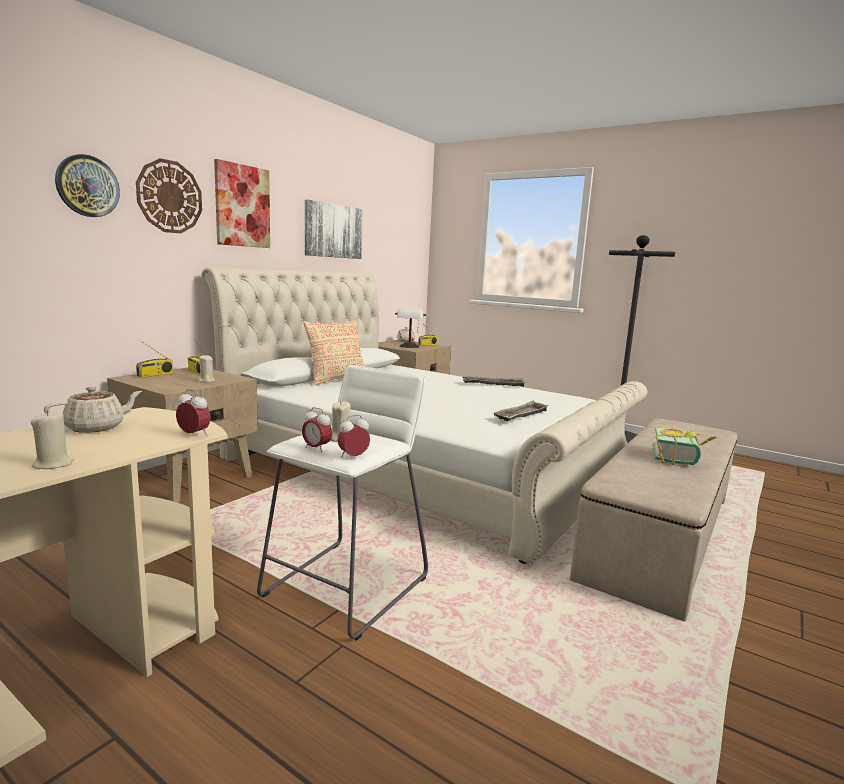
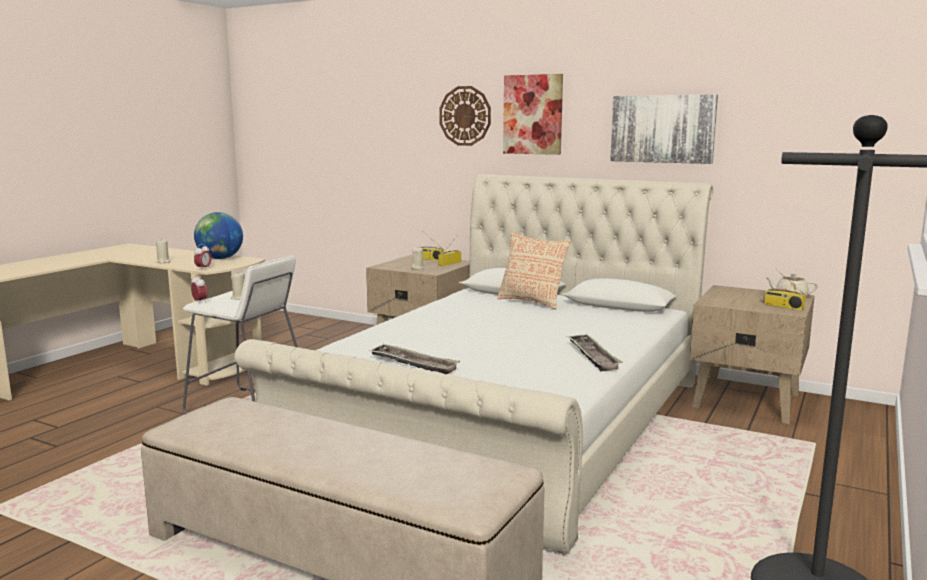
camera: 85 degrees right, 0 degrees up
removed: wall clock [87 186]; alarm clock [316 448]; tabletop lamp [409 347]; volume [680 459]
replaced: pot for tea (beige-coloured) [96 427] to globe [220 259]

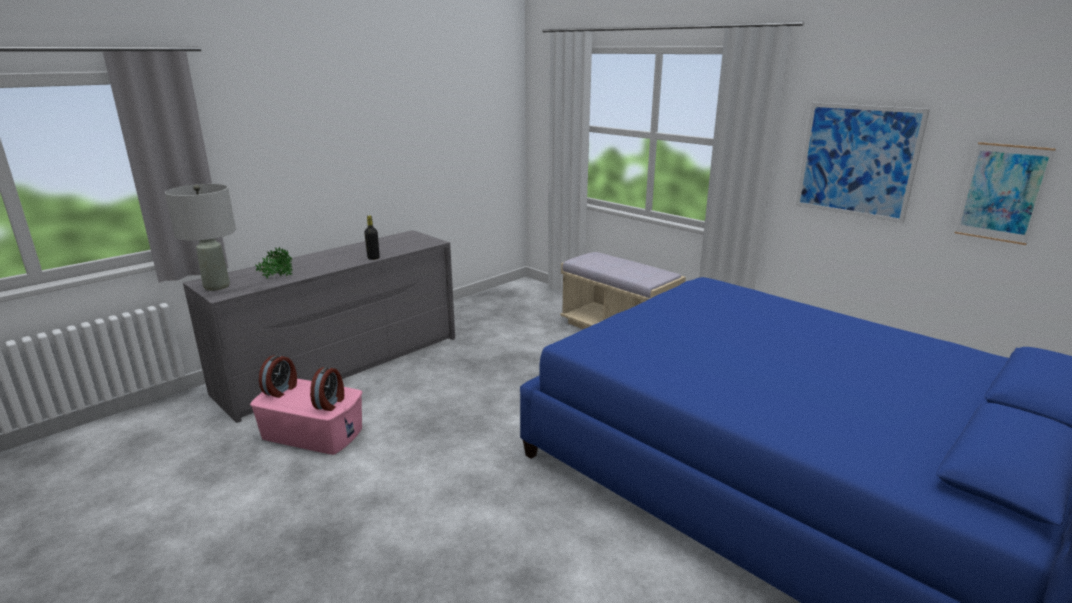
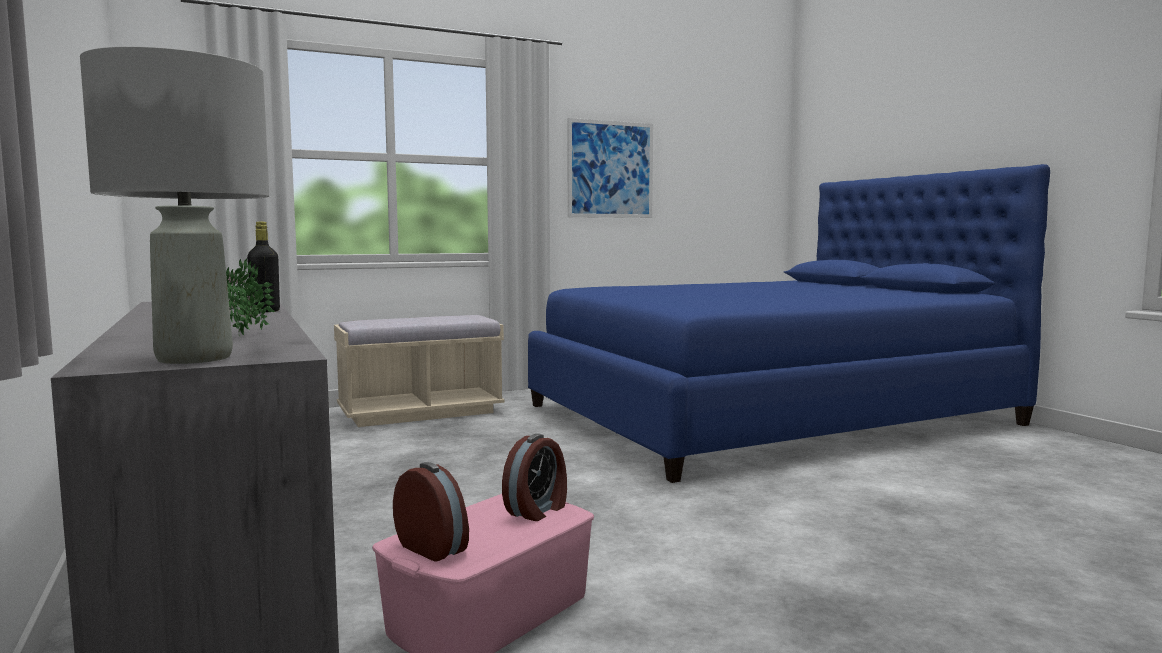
camera: 70 degrees left, 15 degrees down
removed: wall art [1002 193]
turned: alarm clock [330 403] = [538 510] 90 degrees clockwise

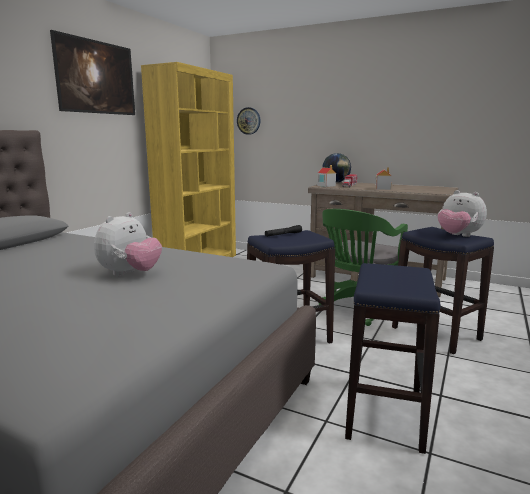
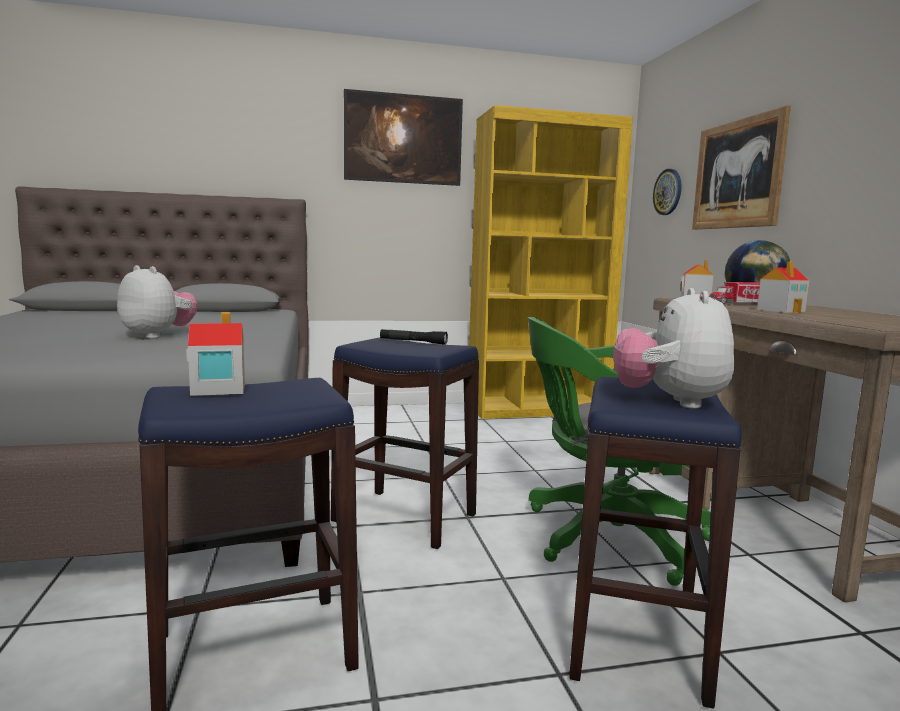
camera: 50 degrees right, 5 degrees down
added: miniature house [217 389]; wall art [737 174]
turned: cuddly toy [130 274] = [158 336] 135 degrees counterclockwise

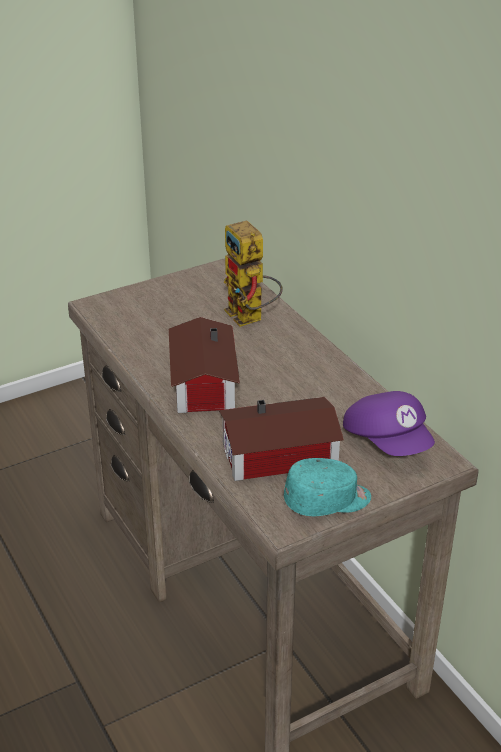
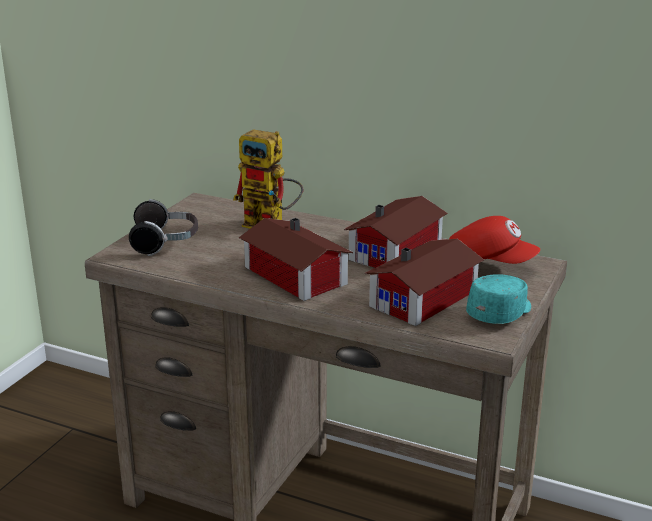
camera: 35 degrees left, 10 degrees down
added: headset [165 242]; miniature house [399 250]
recoloured: cap (purplish) [388 441] to cap (red-coloured) [488 264]

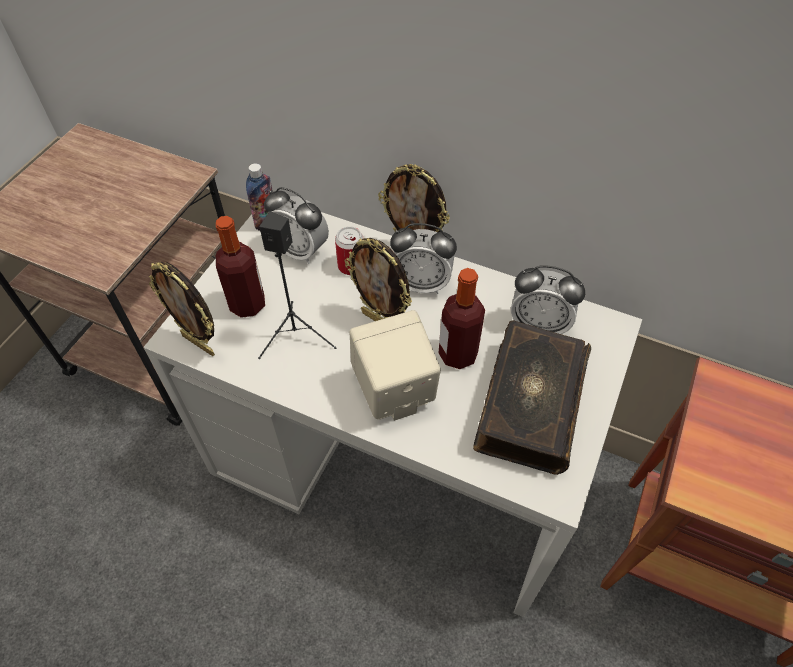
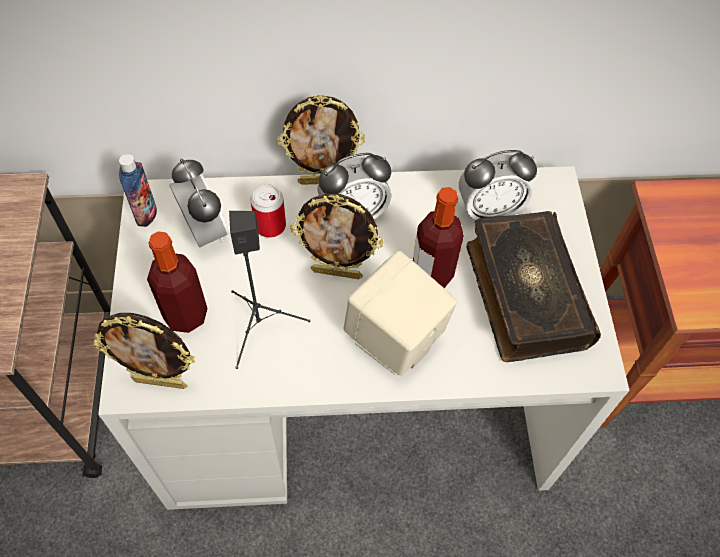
camera: 30 degrees left, 5 degrees up
turned: alarm clock [300 251] = [205 231] 120 degrees counterclockwise

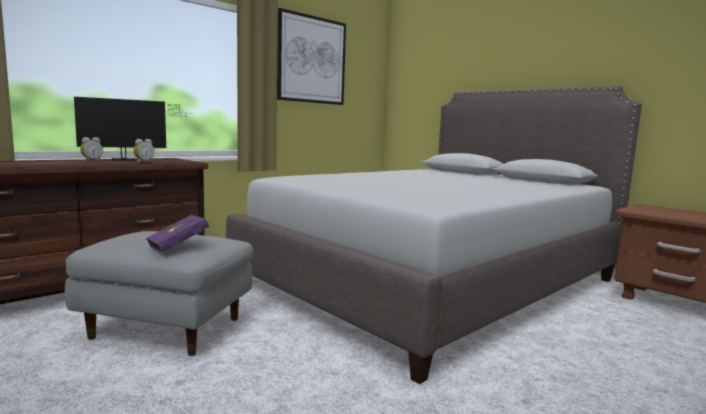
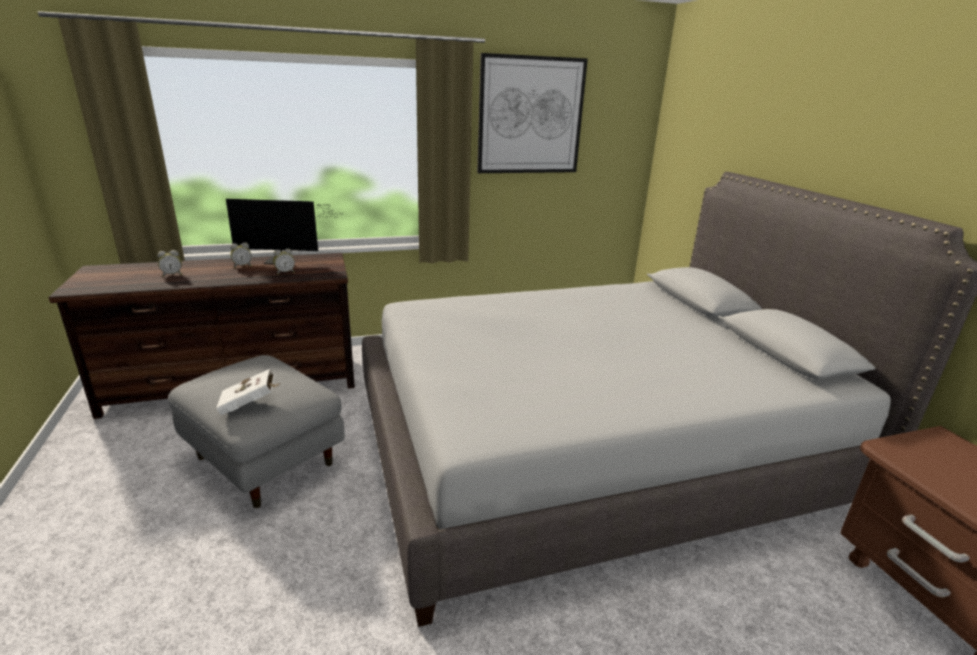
camera: 25 degrees right, 15 degrees up
added: alarm clock [172 275]
recoloured: volume (purplish) [181 247] to volume (white-coloured) [251 404]

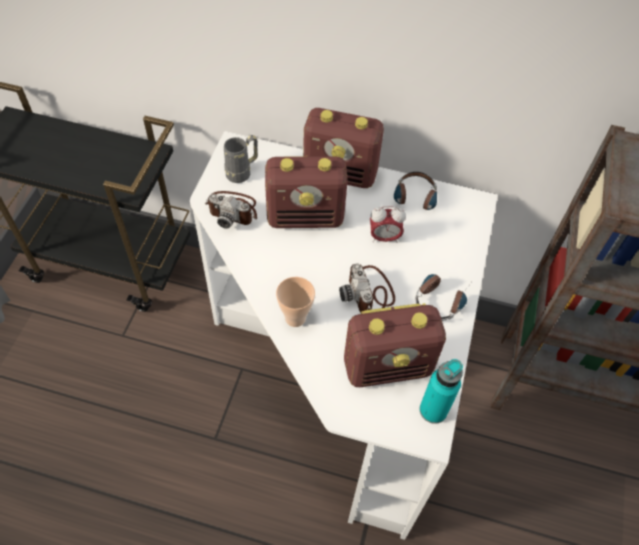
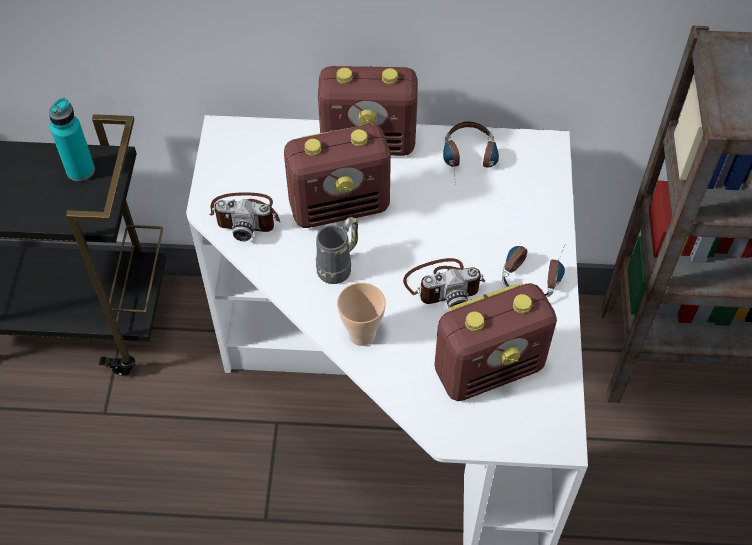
camera: 10 degrees left, 0 degrees up
removed: alarm clock [384 237]
moved: beverage bottle (blue-green) [433 410] to [80 170]; tea mug (gray) [243 172] to [339 266]
turned: still camera [369 293] = [443 285] 75 degrees counterclockwise

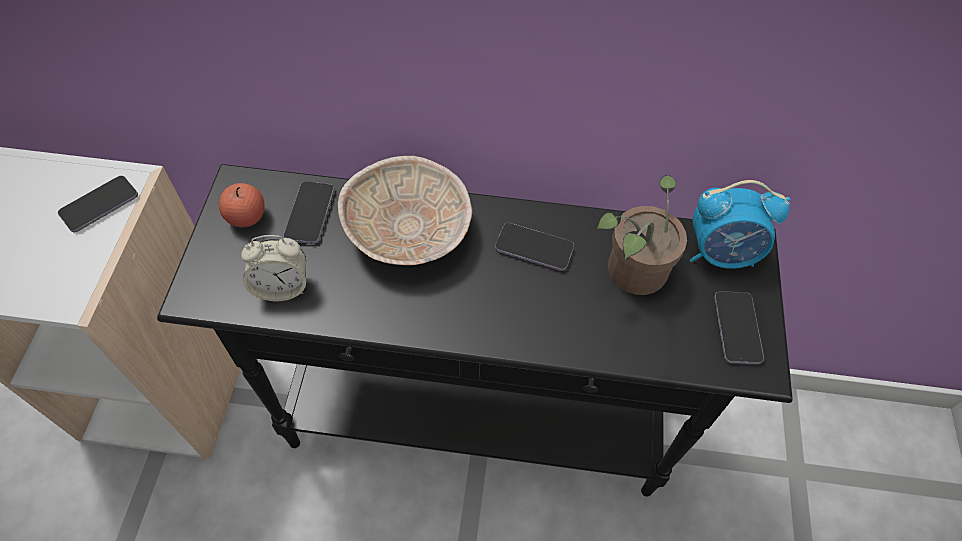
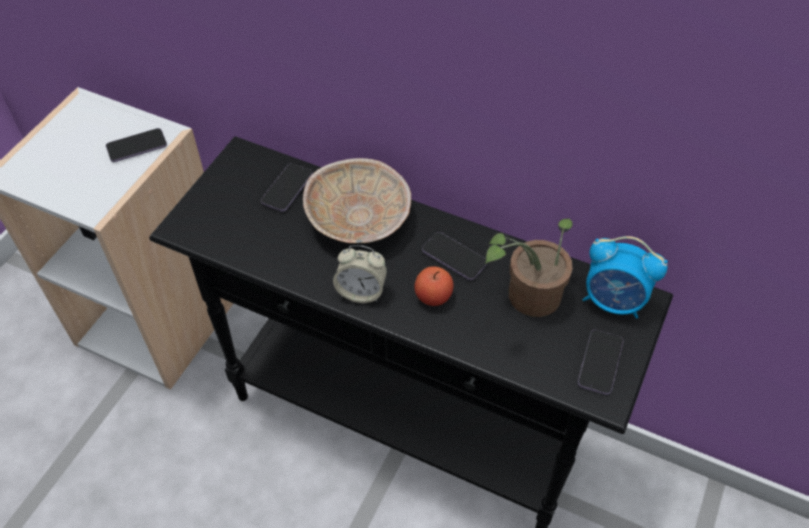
camera: 20 degrees right, 5 degrees down
moved: alarm clock [282 286] to [361 291]; whole apple [246 217] to [433 296]

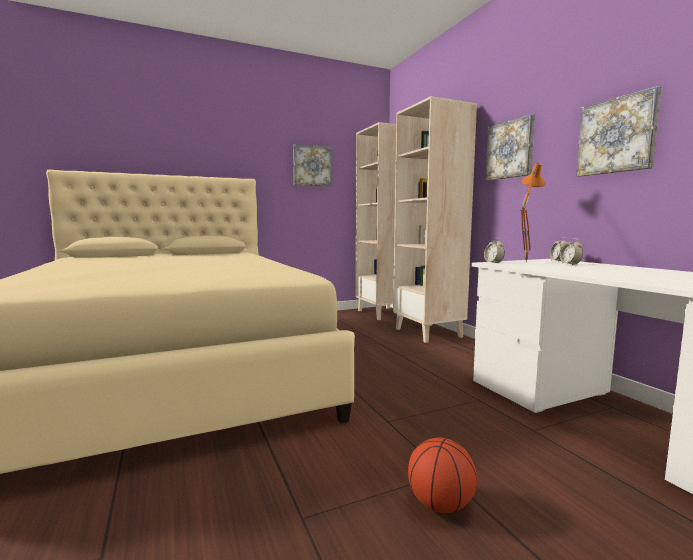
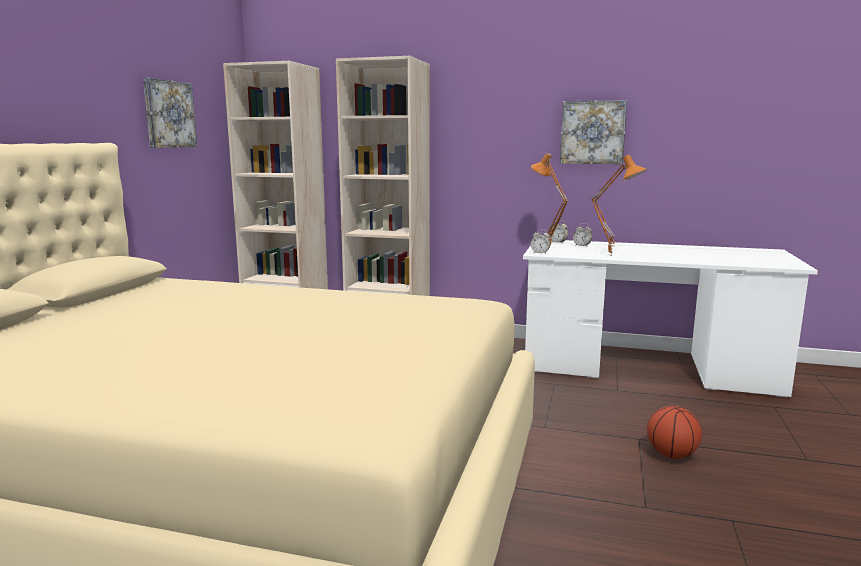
camera: 50 degrees left, 5 degrees up
removed: wall art [510 150]
added: tabletop lamp (orange) [612 255]

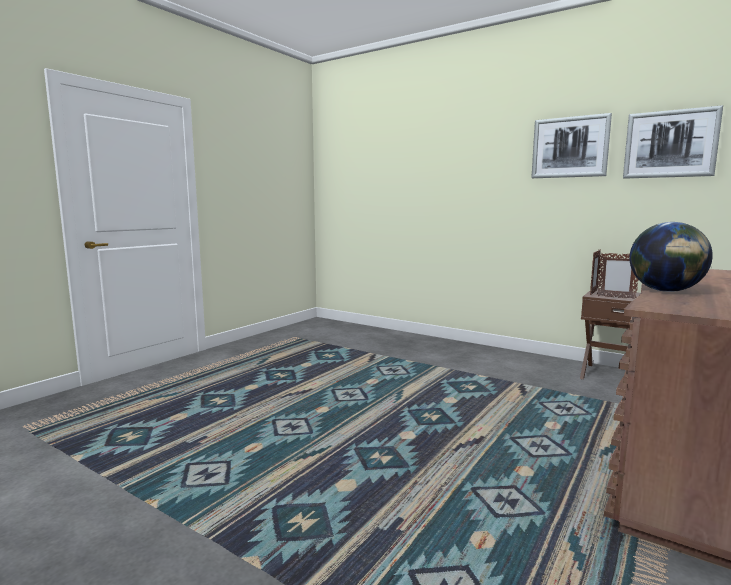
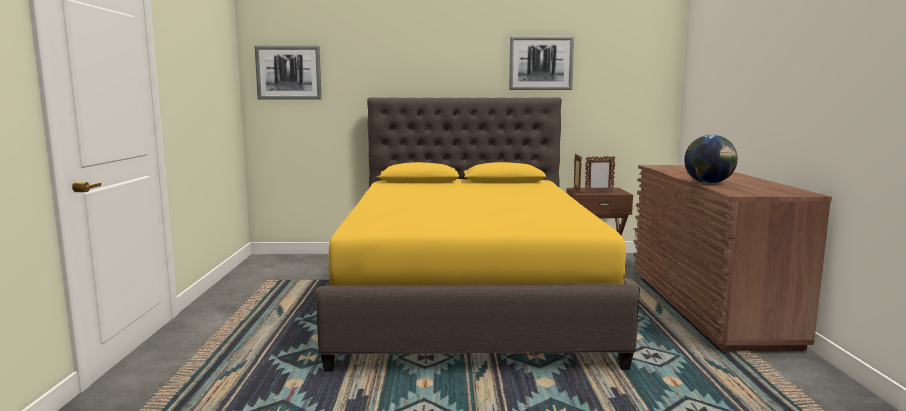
camera: 35 degrees left, 0 degrees up
added: sleeping bed (yellow-coloured) [469 297]
moved: wall art [670 144] to [288 72]

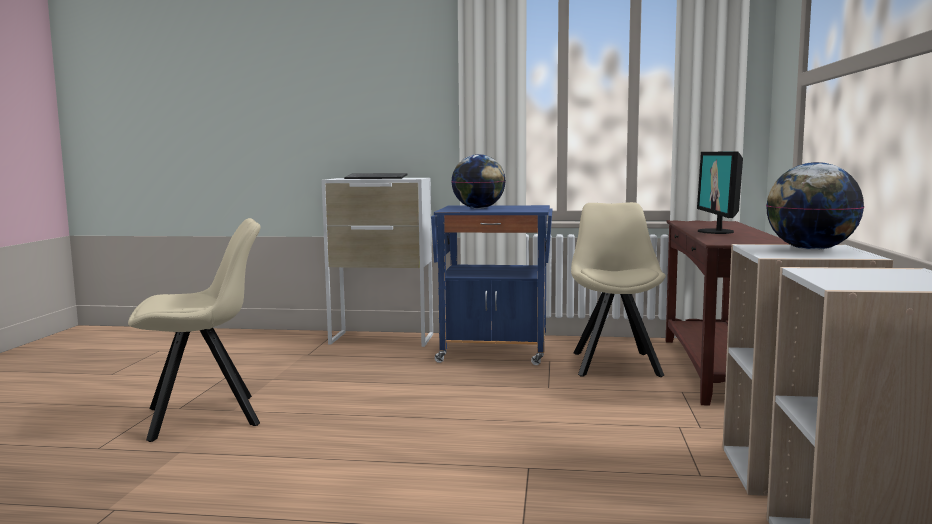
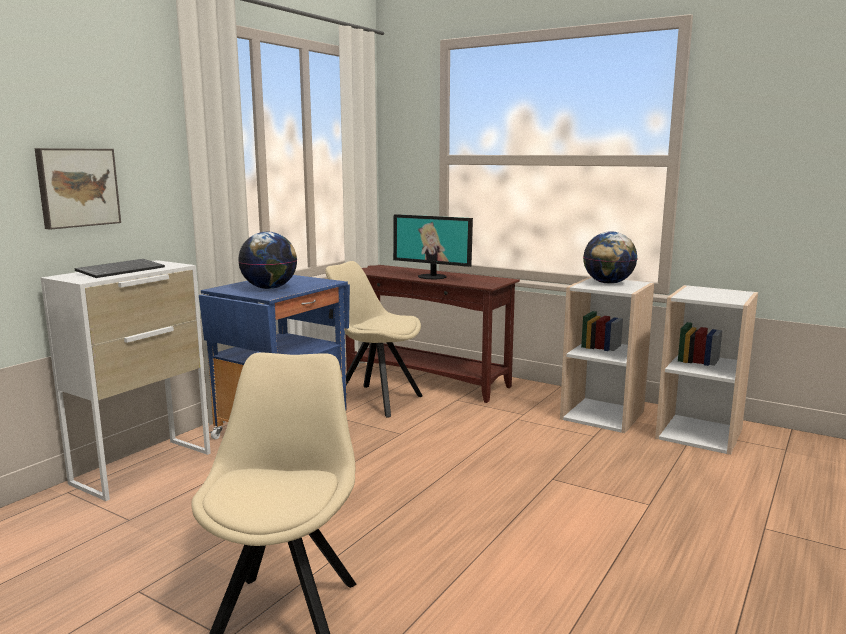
camera: 65 degrees left, 5 degrees up
added: wall art [77 187]

